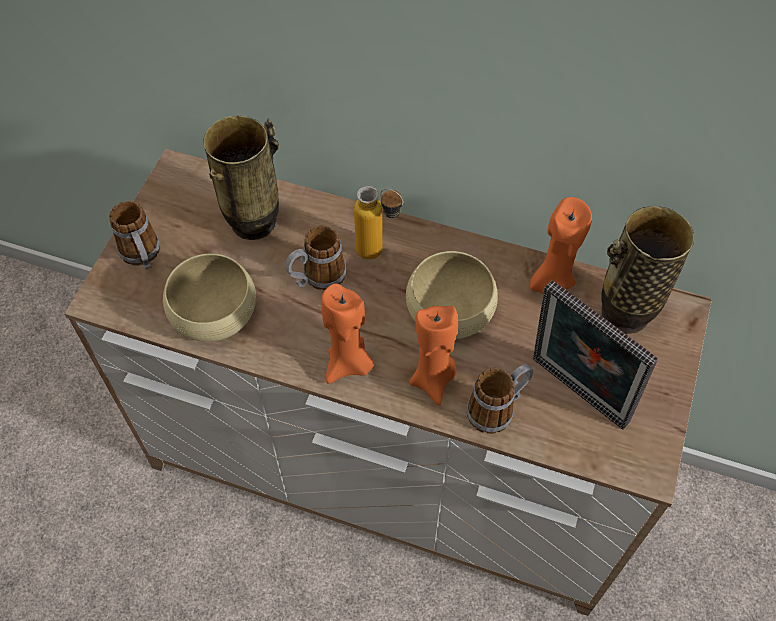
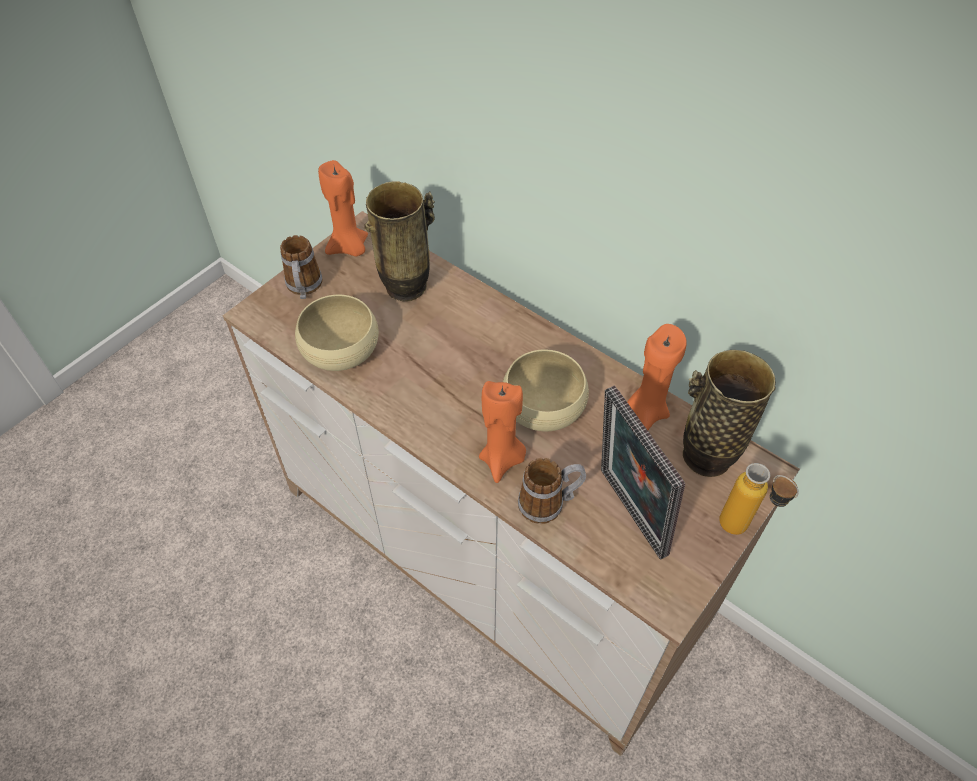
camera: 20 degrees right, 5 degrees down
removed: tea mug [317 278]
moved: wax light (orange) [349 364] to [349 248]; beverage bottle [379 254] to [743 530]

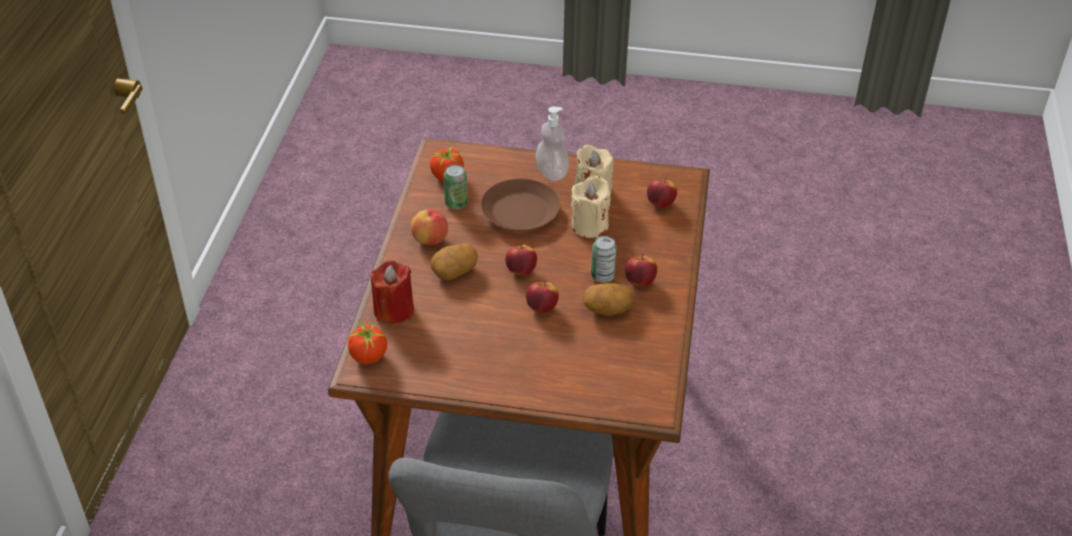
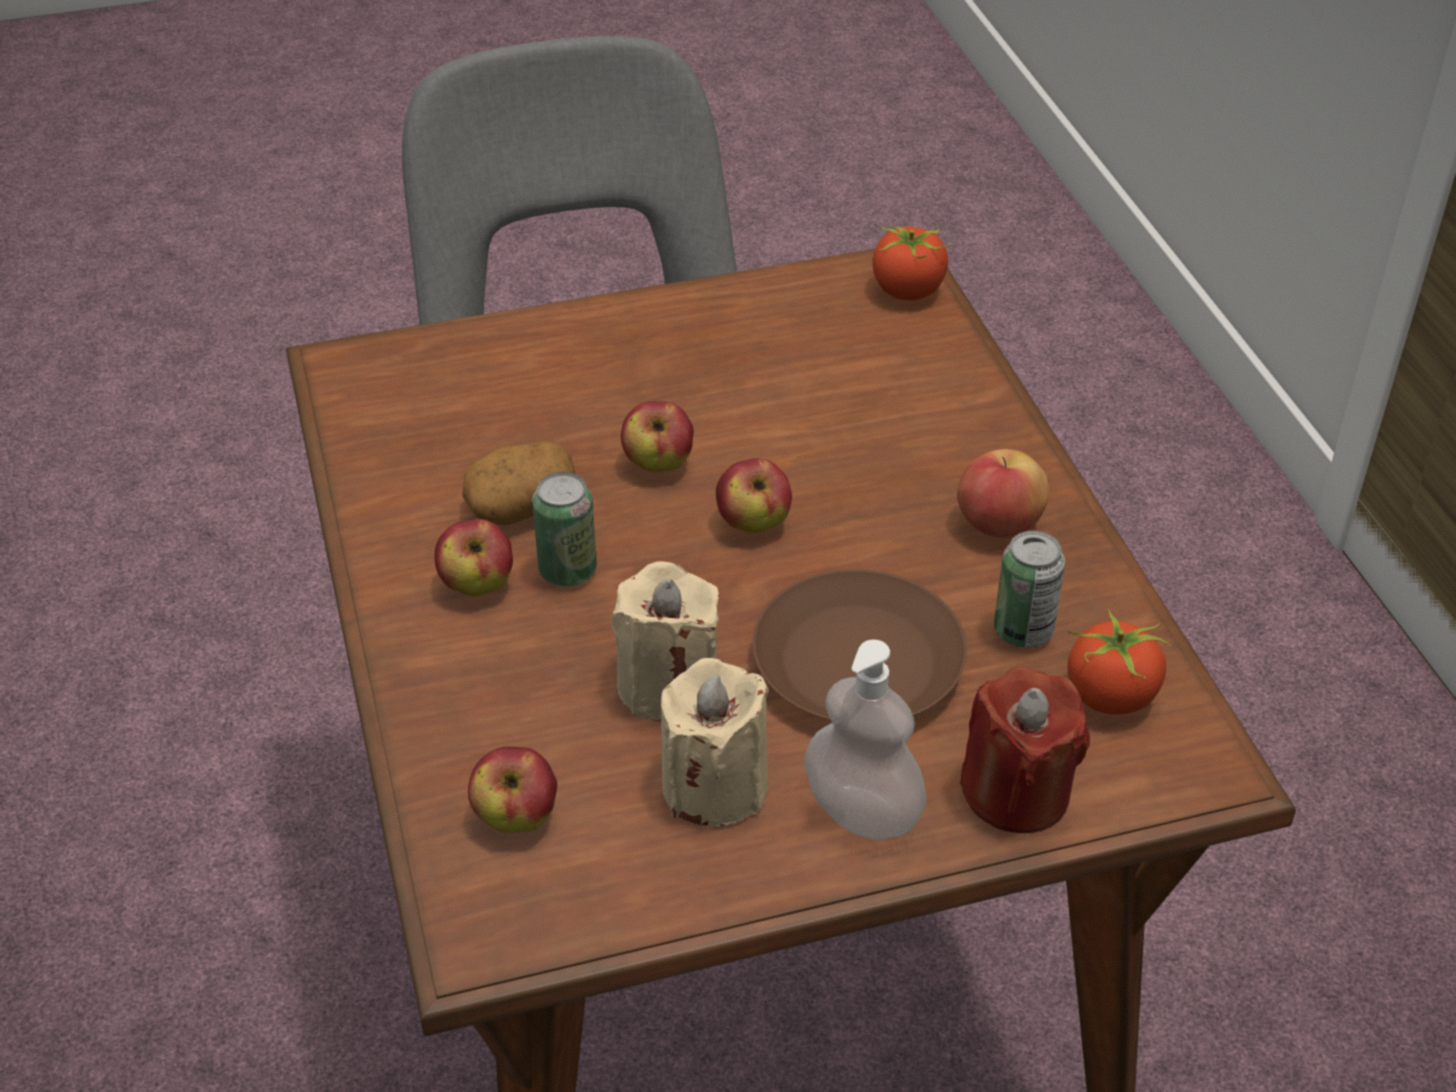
camera: 155 degrees right, 0 degrees up
removed: spud [454 270]
moved: wax light (red-coloured) [393 310] to [1016 792]

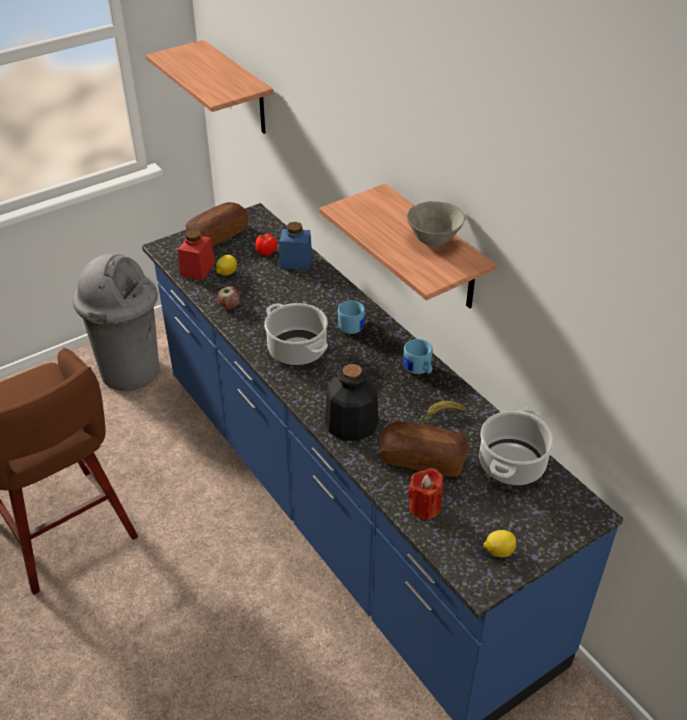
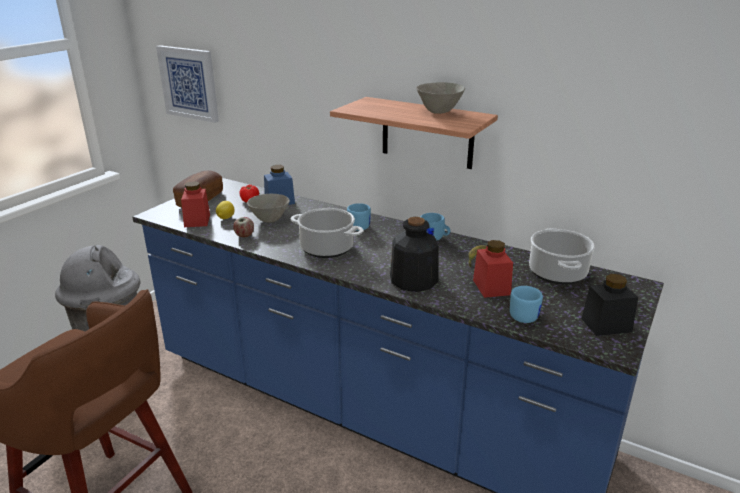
camera: 25 degrees left, 15 degrees down
added: bowl (gray) [269 220]
replaced: wall shelf [239 89] to wall art [189 83]; bread [422 460] to preserve jar (red-coloured) [491 287]; wax light (red-coloured) [424 507] to tea mug (blue-coloured) [523 314]; citrus fruit [498 551] to preserve jar (blackish) [606 325]

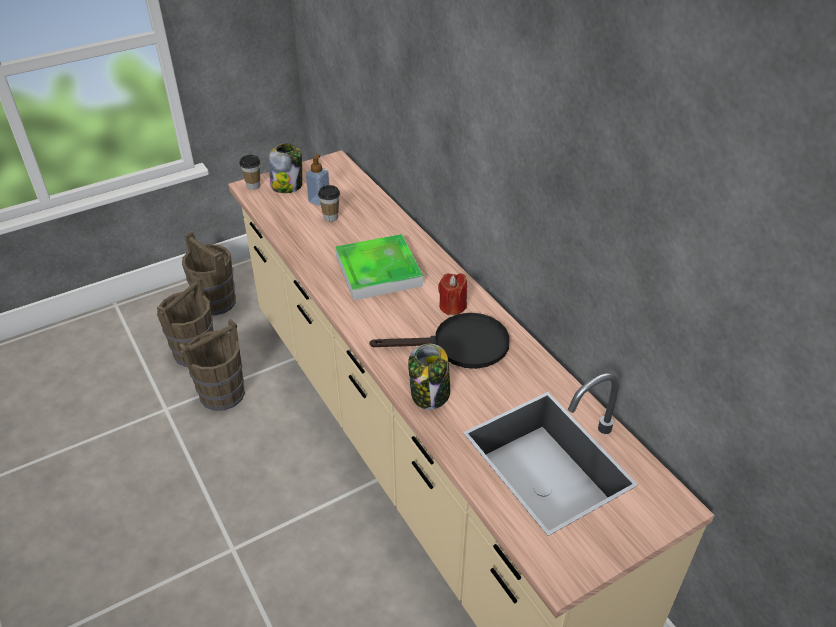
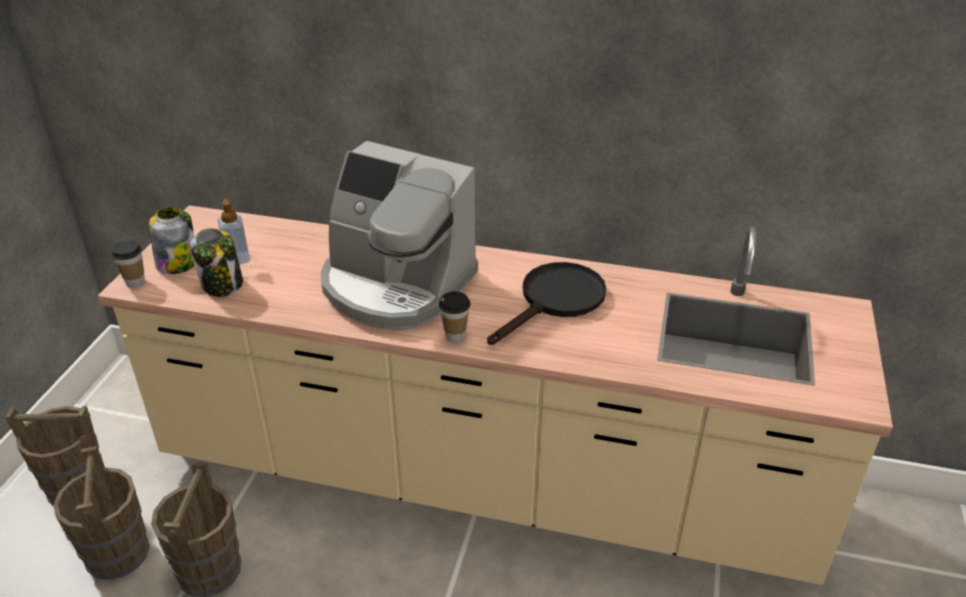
camera: 45 degrees left, 5 degrees down
removed: wax light (red-coloured) [452 306]
moved: preserve jar [430 394] to [222 284]; cup [331 217] to [455 336]
replaced: tray [378 271] to coffee maker [396 285]

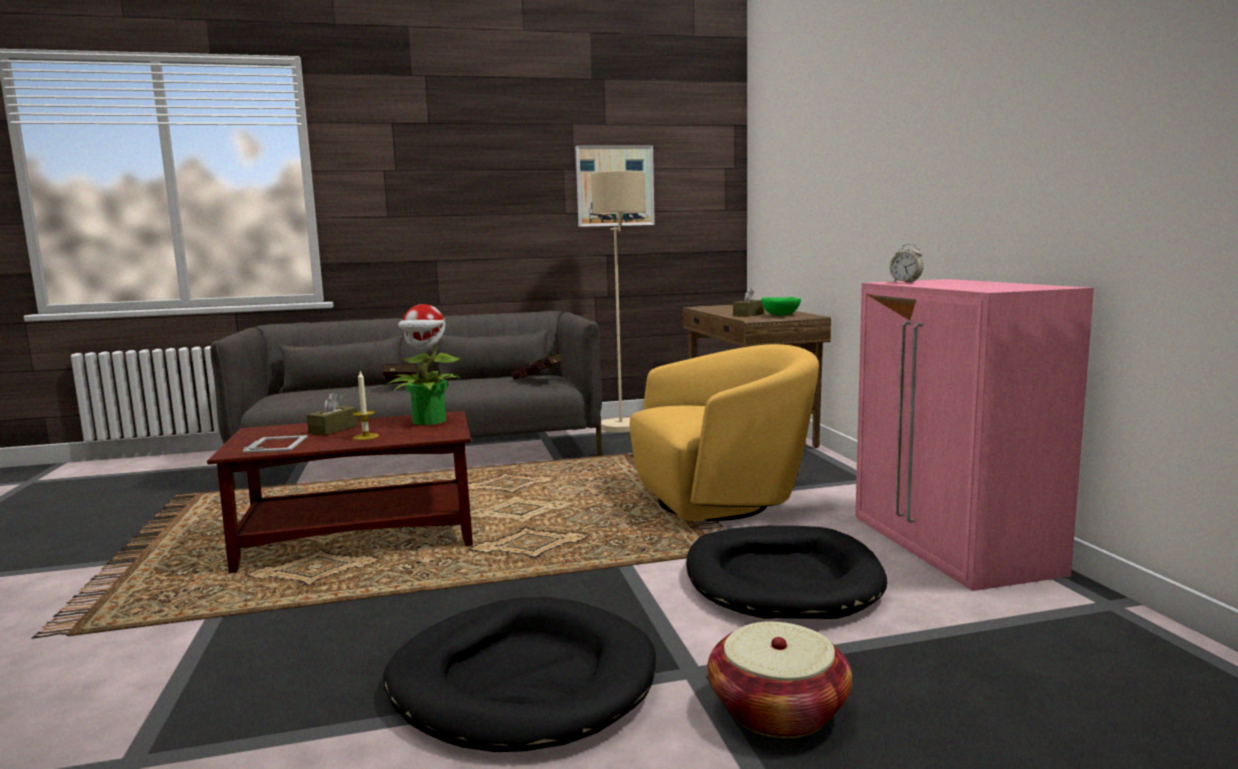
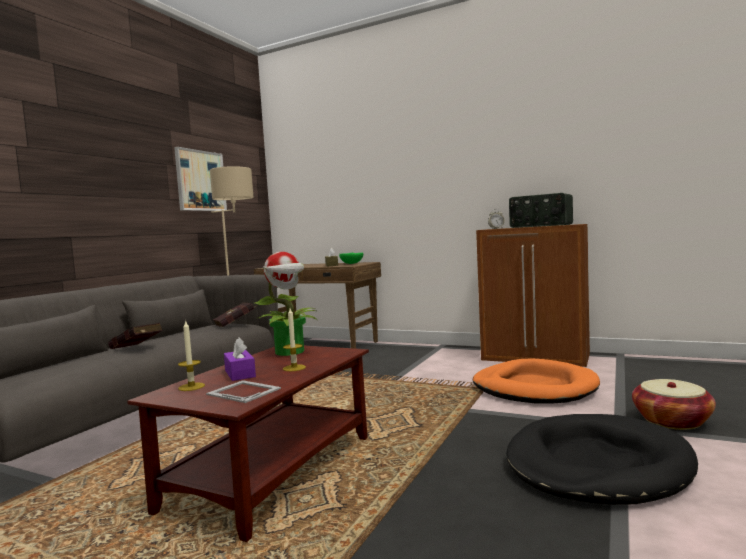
camera: 50 degrees left, 5 degrees down
removed: lounge chair (yellow-coloured) [722 501]
added: wax light [191 387]; radio set [541 226]
recoloured: tissue holder (brown-coloured) [333 429] to tissue holder (purplish) [240 374]; dog cushion (blackish) [782 579] to dog cushion (orange) [534 387]; cabinet (pink-coloured) [952 544] to cabinet (brown-coloured) [536 356]

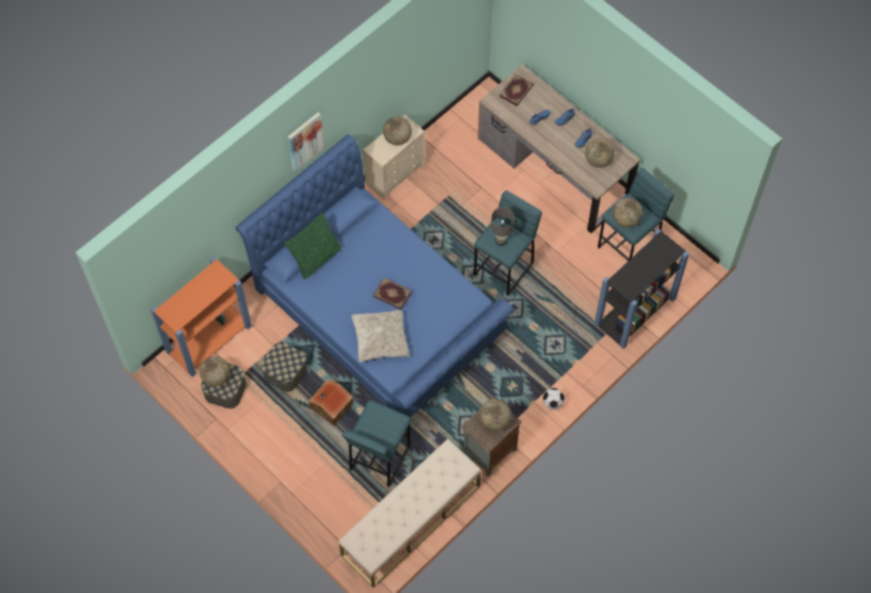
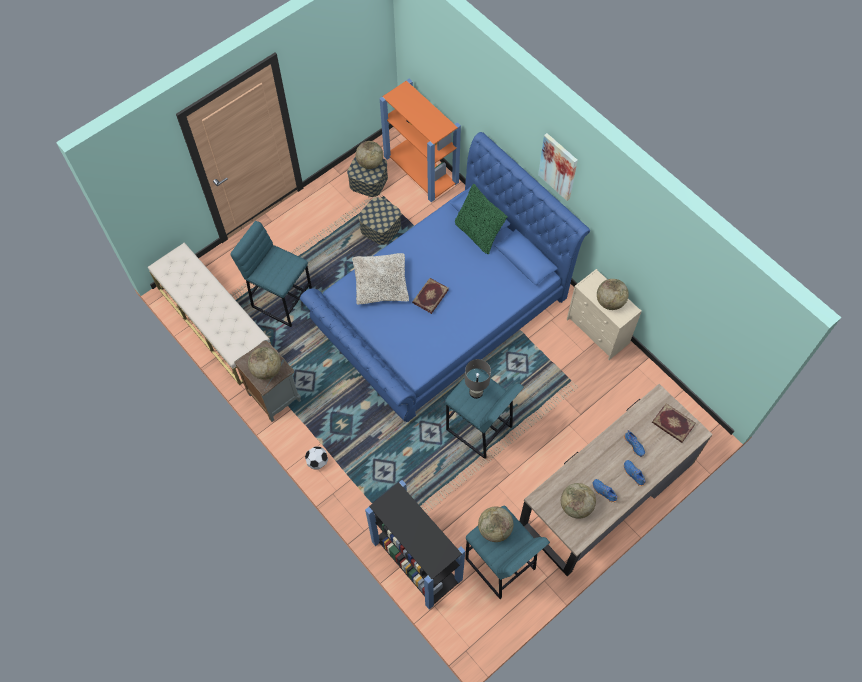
camera: 95 degrees right, 0 degrees up
removed: miniature house [330 406]

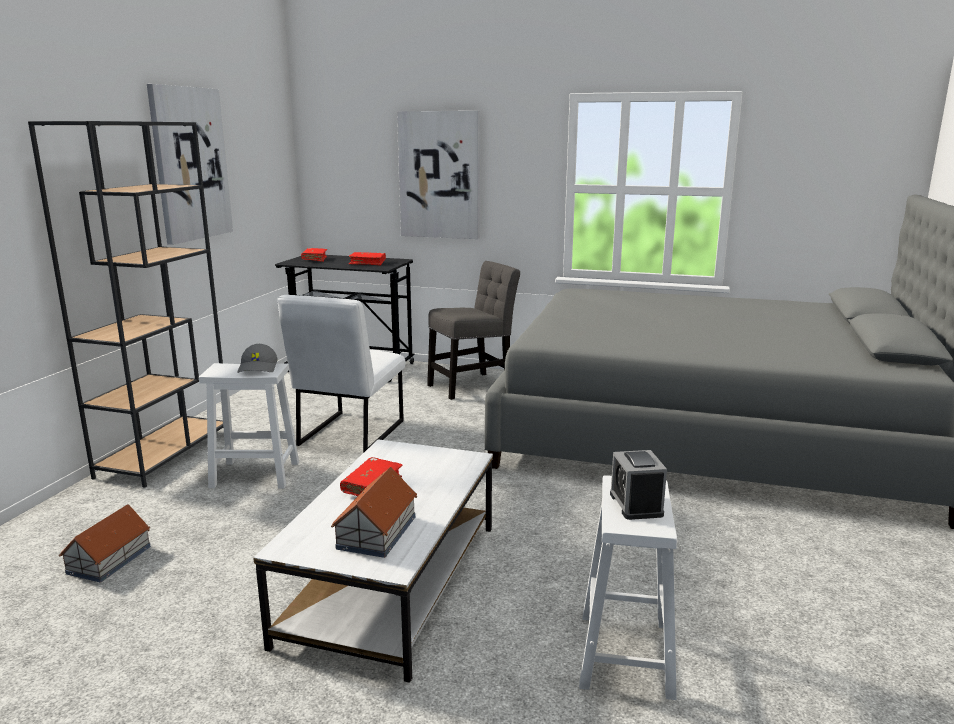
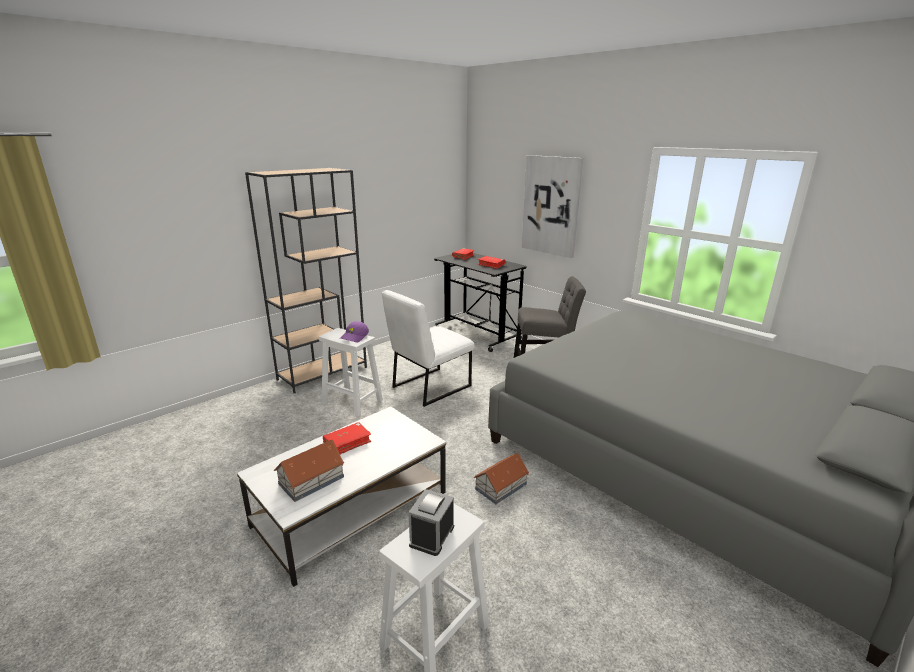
camera: 30 degrees right, 5 degrees up
removed: wall art [190 164]
moved: miniature house [110 559] to [501 486]
recoloured: cap (gray) [258 368] to cap (purplish) [355 337]

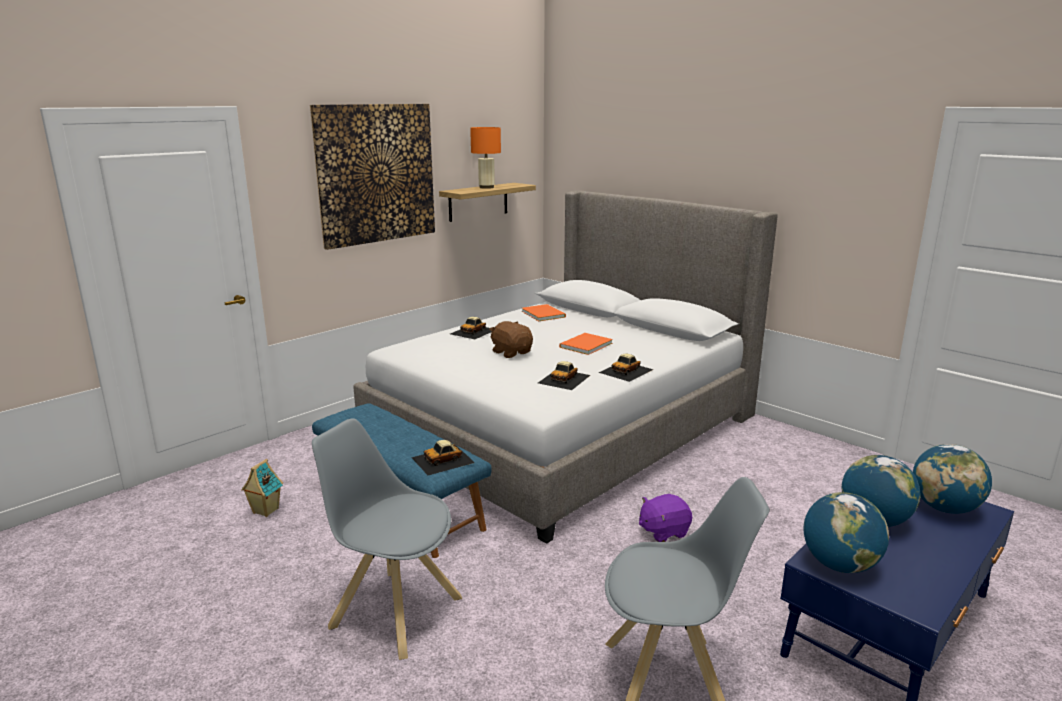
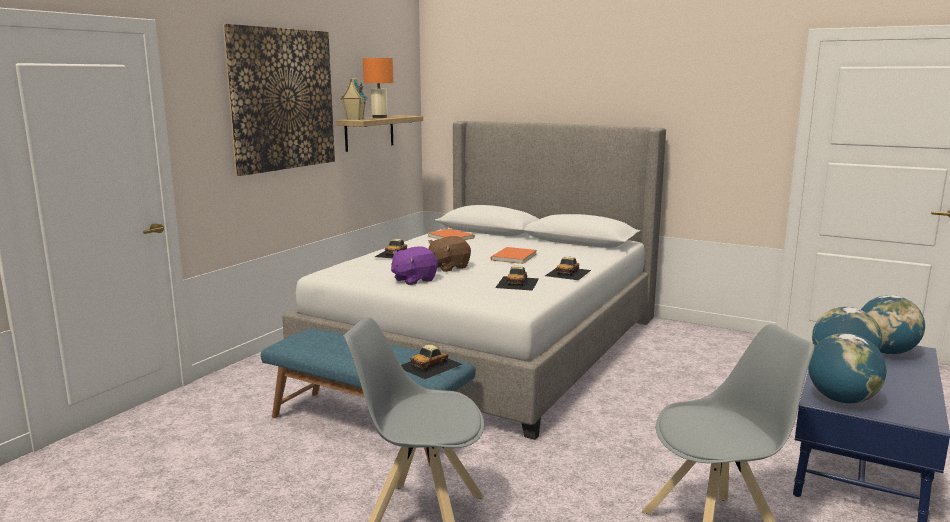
camera: 15 degrees left, 5 degrees down
moved: miniature house [265 511] to [354 119]; cuddly toy (purplish) [663 531] to [414 280]
turned: cuddly toy (brown-coloured) [511 352] = [448 267] 75 degrees counterclockwise

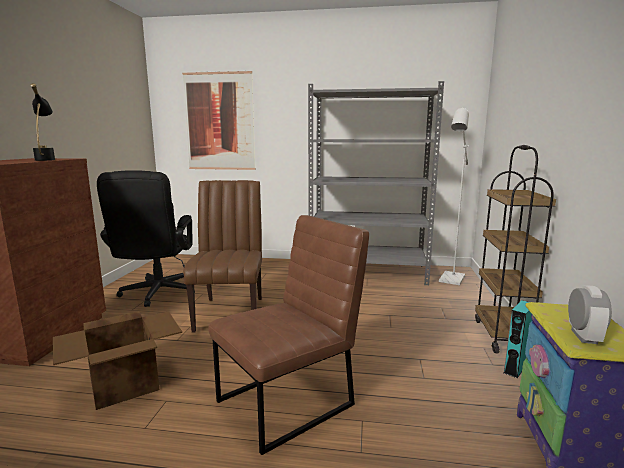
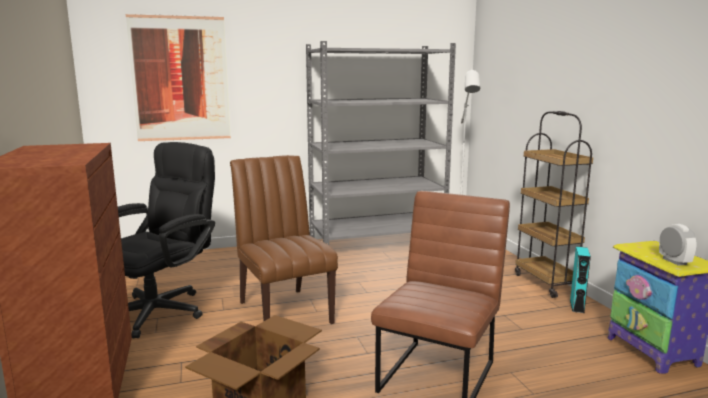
camera: 25 degrees left, 0 degrees up
removed: tabletop lamp (blackish) [46 159]
turned: office chair (blackish) [156 294] = [163 309] 120 degrees counterclockwise

